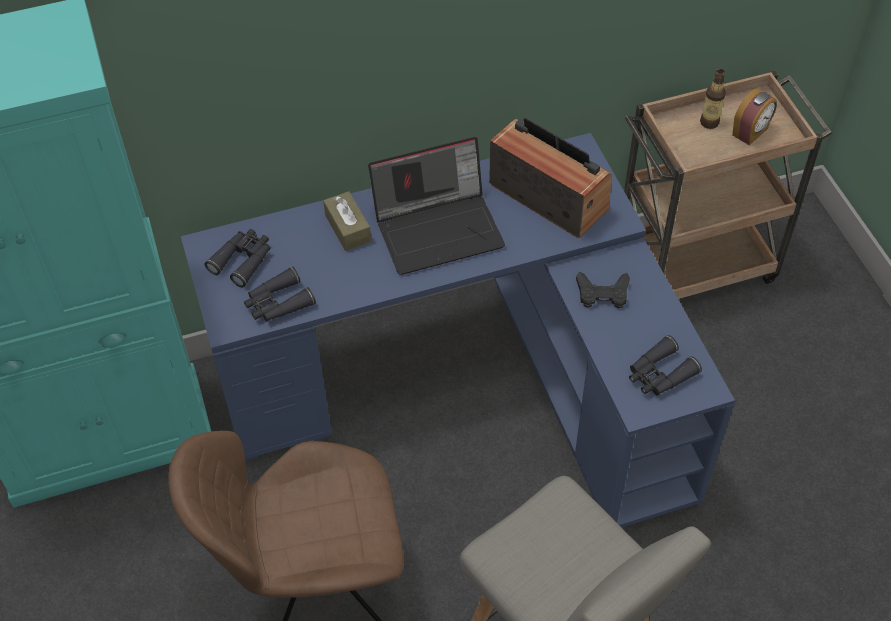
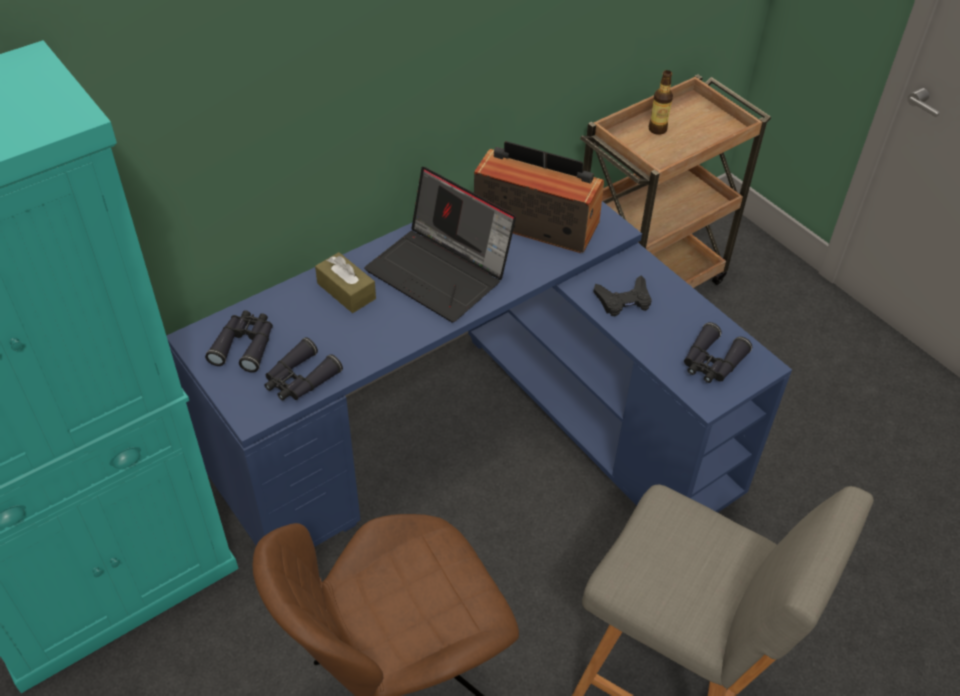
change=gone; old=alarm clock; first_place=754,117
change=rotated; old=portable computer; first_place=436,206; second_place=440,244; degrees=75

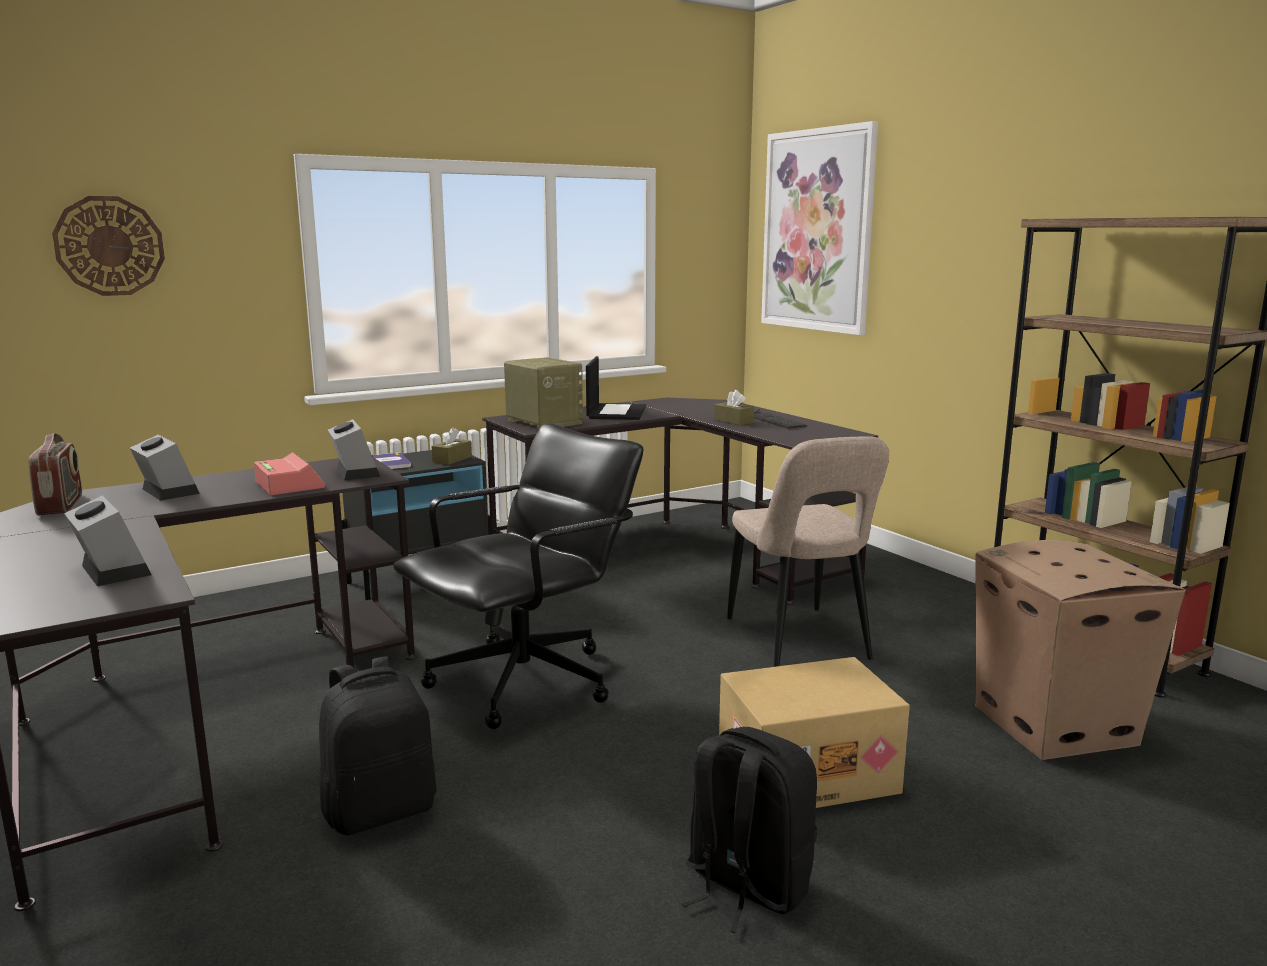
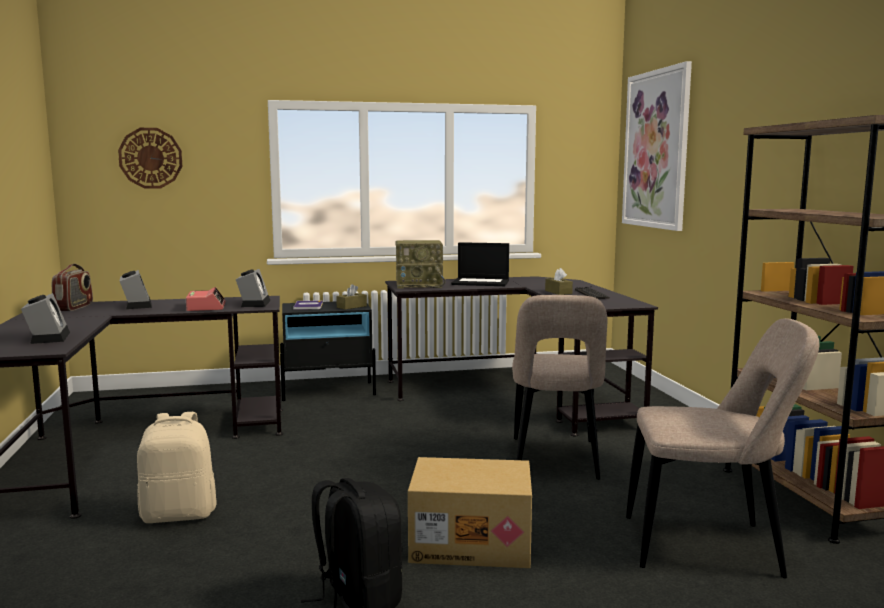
change=gone; old=office chair in blackish; first_place=518,576
change=swapped; old=carton; new=plain chair in beige; first_place=1080,650; second_place=723,448
change=repainted; old=knapsack in blackish; new=knapsack in beige; first_place=378,745; second_place=177,467
change=rotated; old=radio set; first_place=543,393; second_place=420,264; degrees=105
change=rotated; old=portable computer; first_place=616,388; second_place=480,264; degrees=75

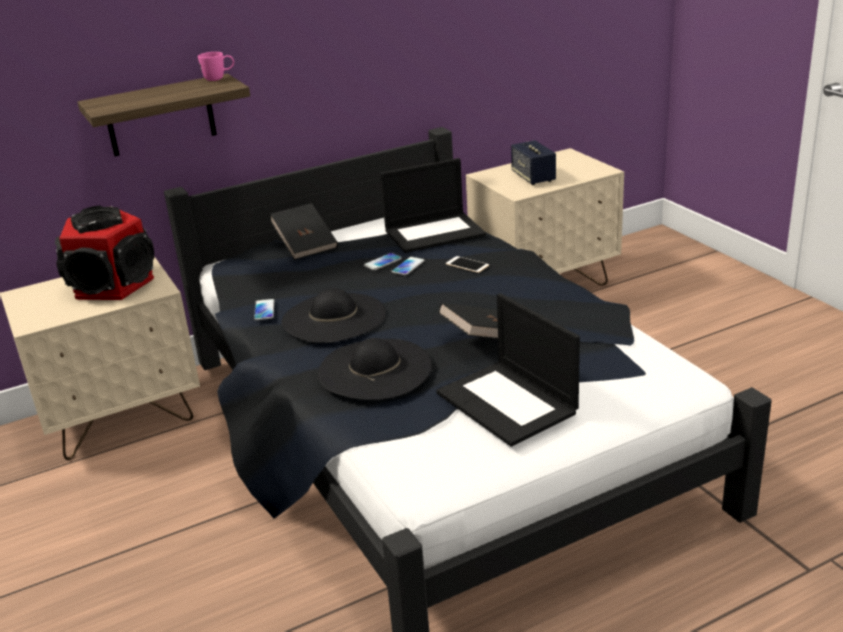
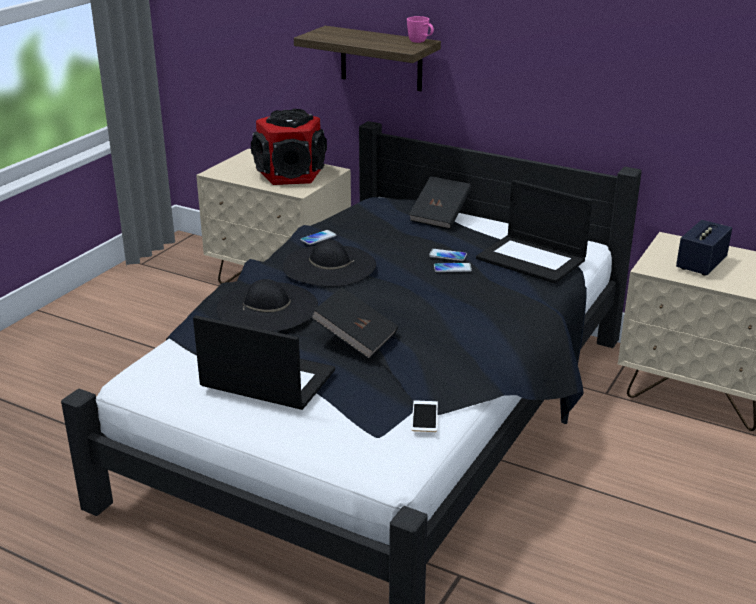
change=shifted; old=phone; first_place=467,264; second_place=425,416
change=rotated; old=portable computer; first_place=508,370; second_place=264,362; degrees=90

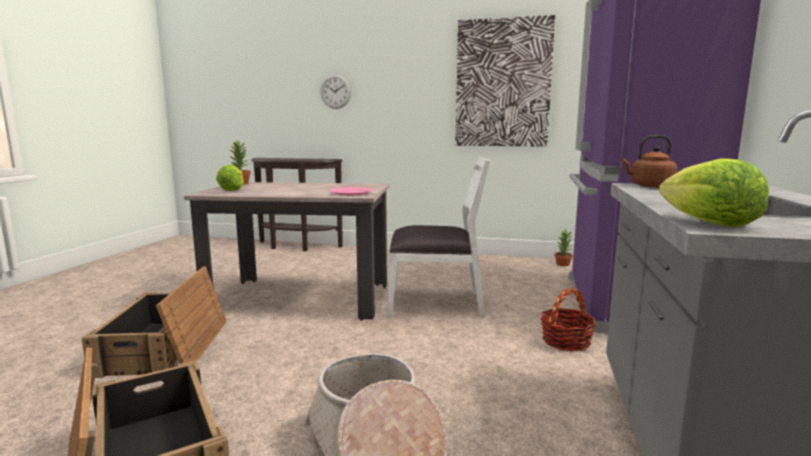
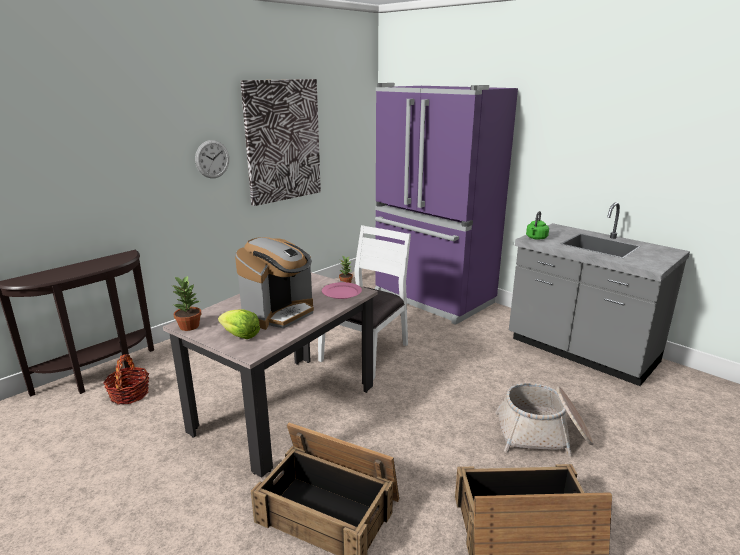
change=gone; old=lettuce head; first_place=714,192
change=new; new=coffee maker; second_place=274,283
change=shifted; old=hanging clock; first_place=335,92; second_place=212,159
change=shifted; old=storage basket; first_place=568,319; second_place=126,379
change=repainted; old=kettle in brownish; new=kettle in greenish; first_place=649,161; second_place=537,225

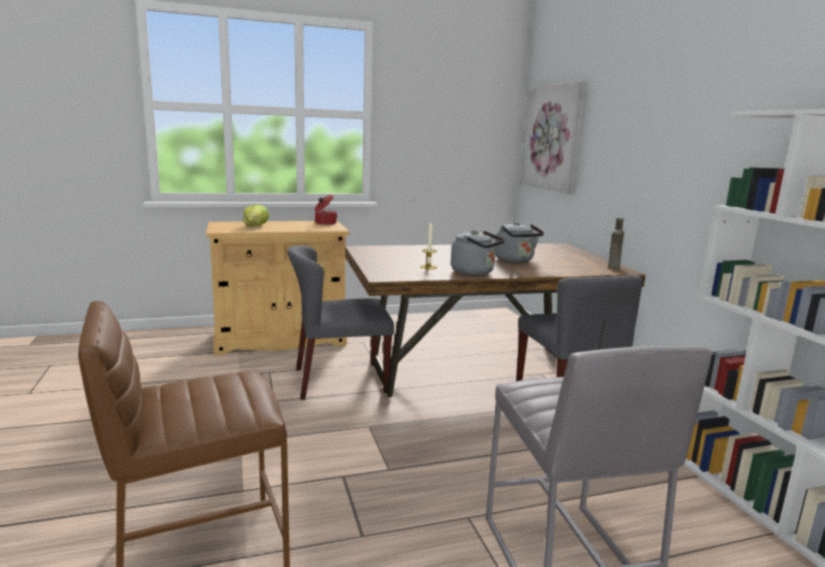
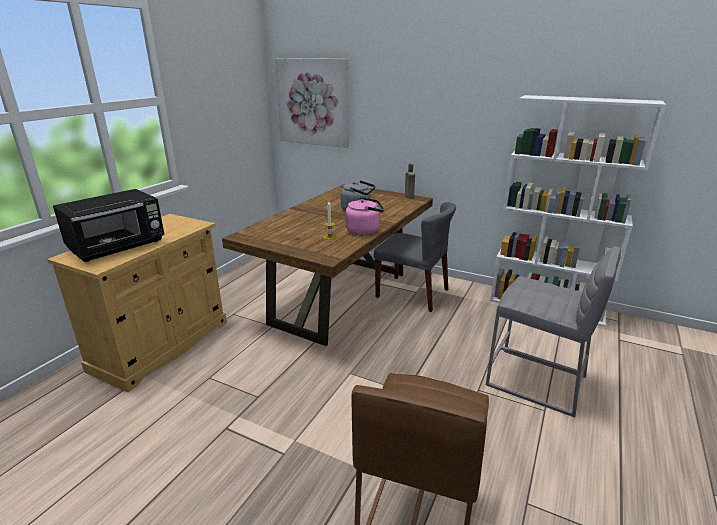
change=gone; old=plain chair in greyish; first_place=341,322
change=gone; old=saucepot; first_place=326,210
change=swapped; old=lettuce head; new=microwave in blackish; first_place=256,215; second_place=109,225
change=repainted; old=kettle in greyish; new=kettle in pink-coloured; first_place=478,253; second_place=364,216

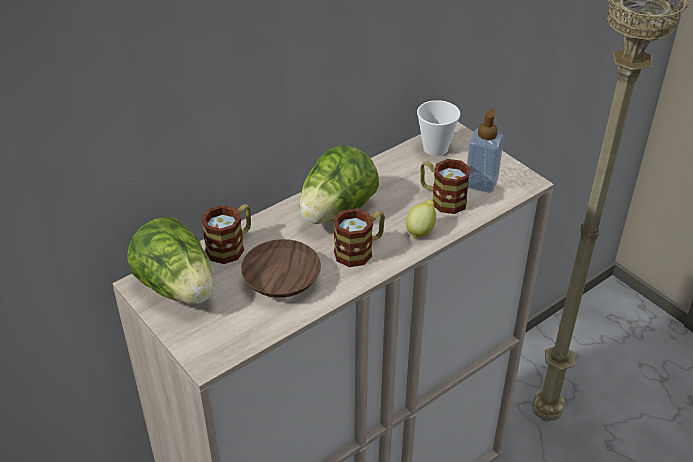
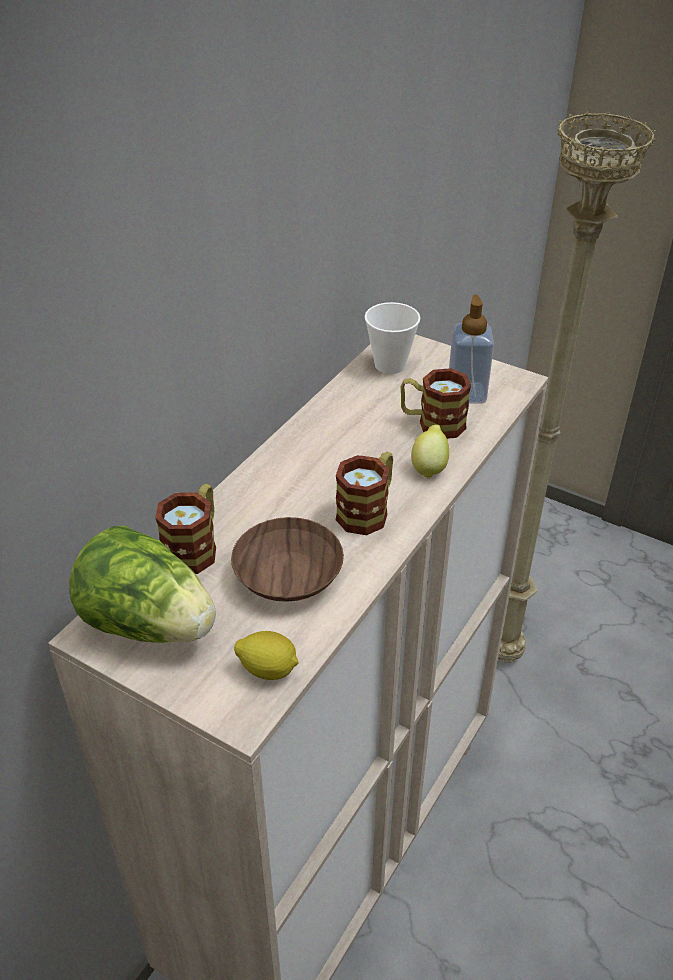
change=gone; old=lettuce head; first_place=339,184
change=new; new=lemon; second_place=266,655

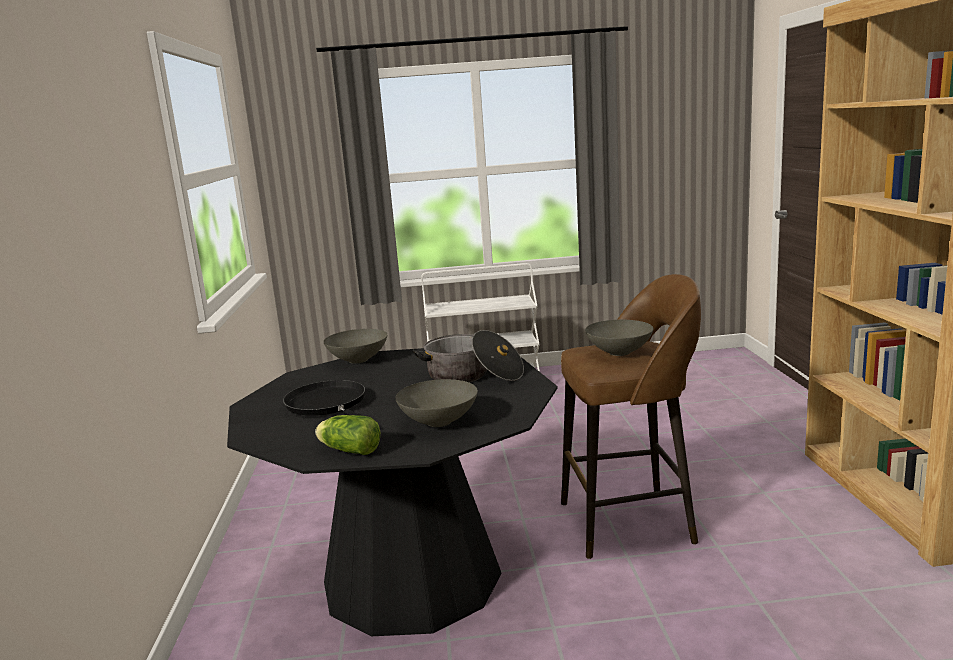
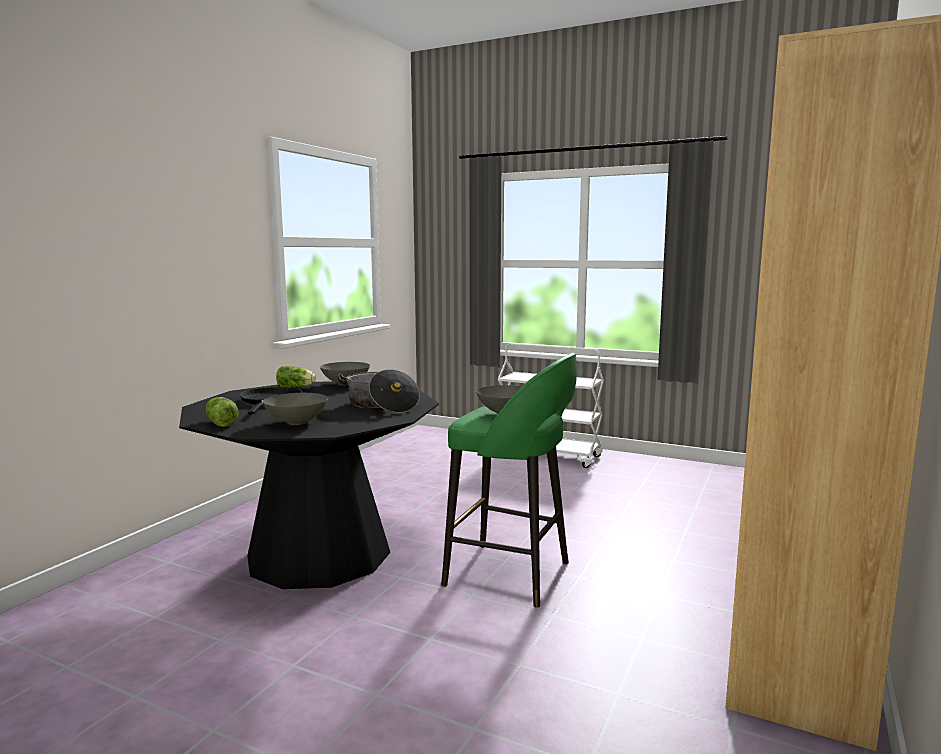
change=new; new=lettuce head; second_place=296,377
change=repainted; old=sitting stool in brownish; new=sitting stool in greenish; first_place=631,416; second_place=509,480

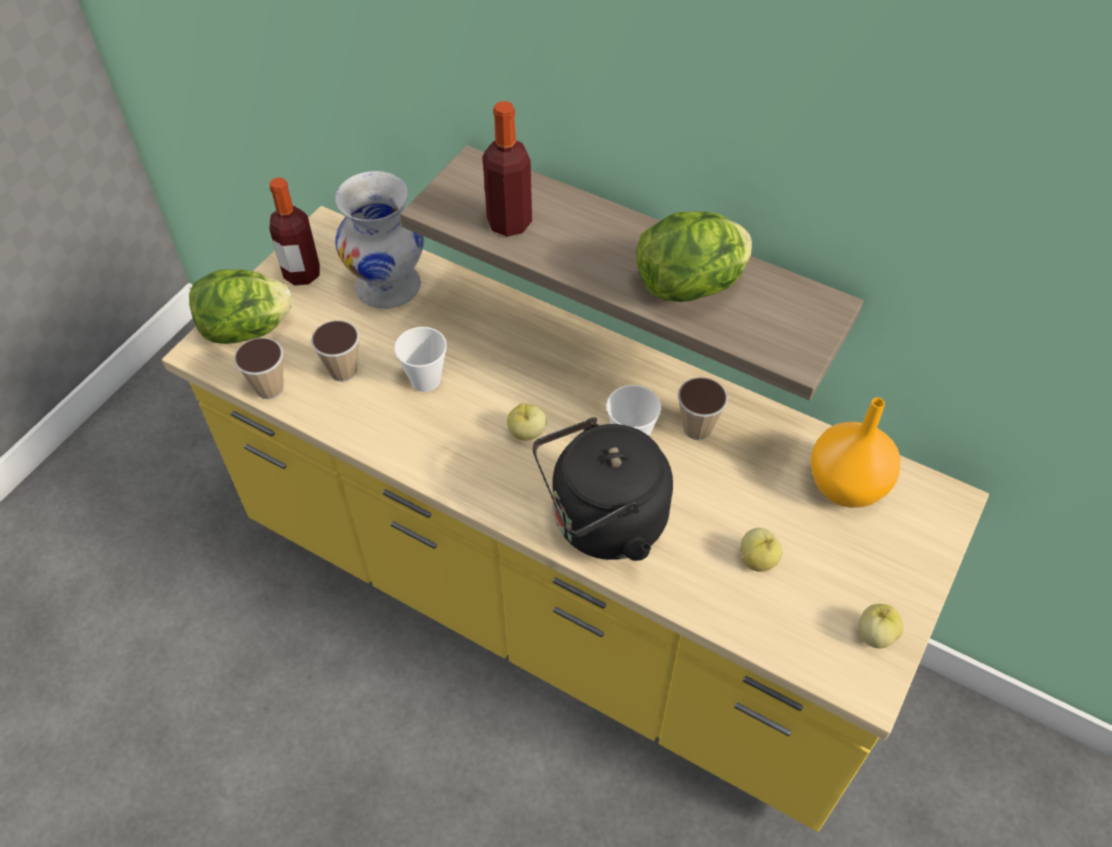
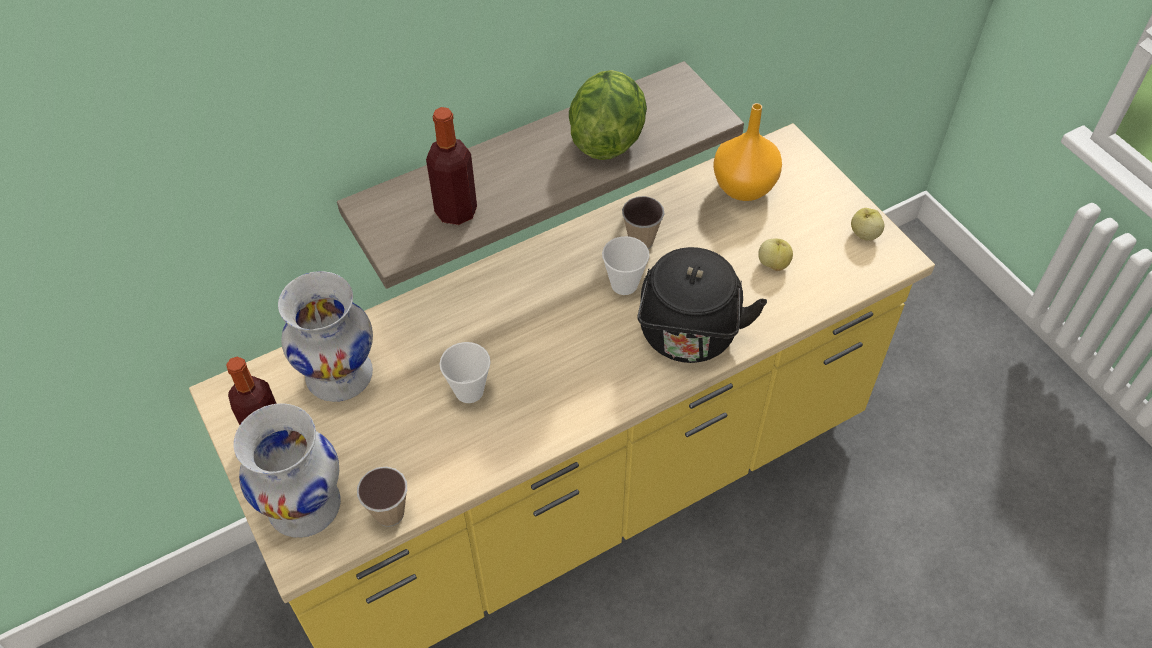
change=gone; old=cup; first_place=335,350
change=gone; old=apple fruit; first_place=527,421
change=swapped; old=lettuce head; new=flower vase in white-coloured; first_place=240,306; second_place=287,470

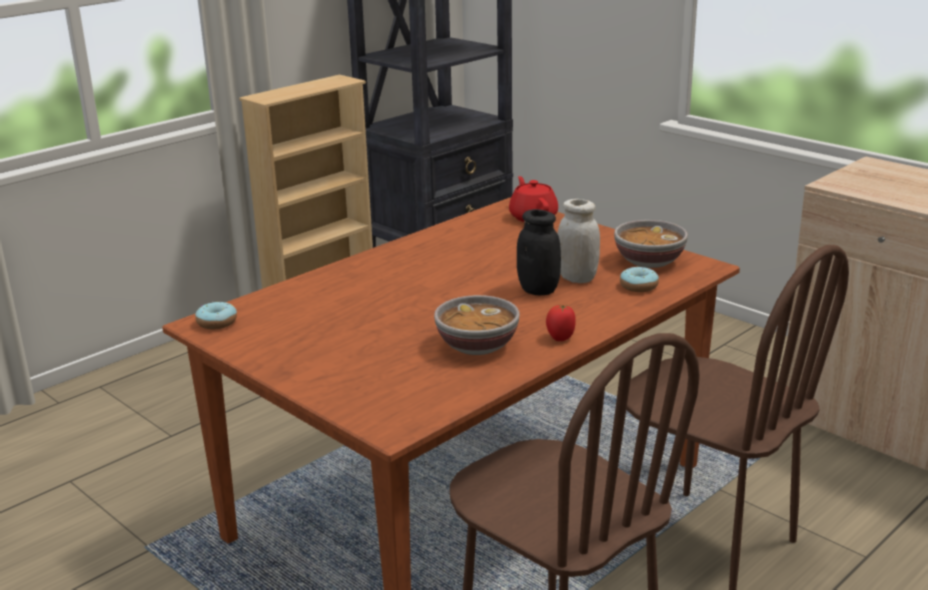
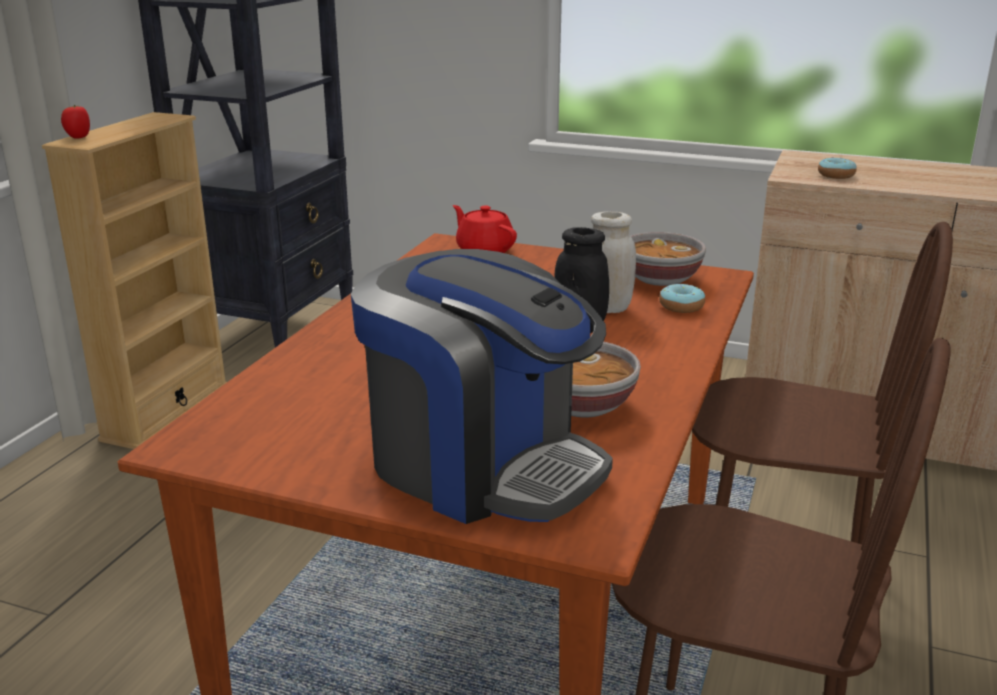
change=new; new=coffee maker; second_place=482,386
change=shifted; old=donut; first_place=216,315; second_place=837,168
change=shifted; old=fresh tomato; first_place=561,323; second_place=75,122

